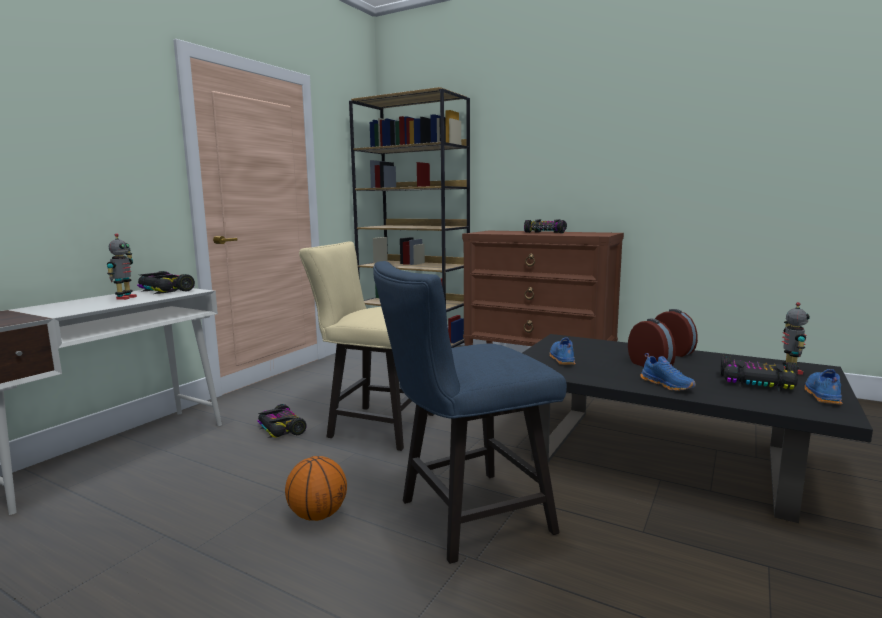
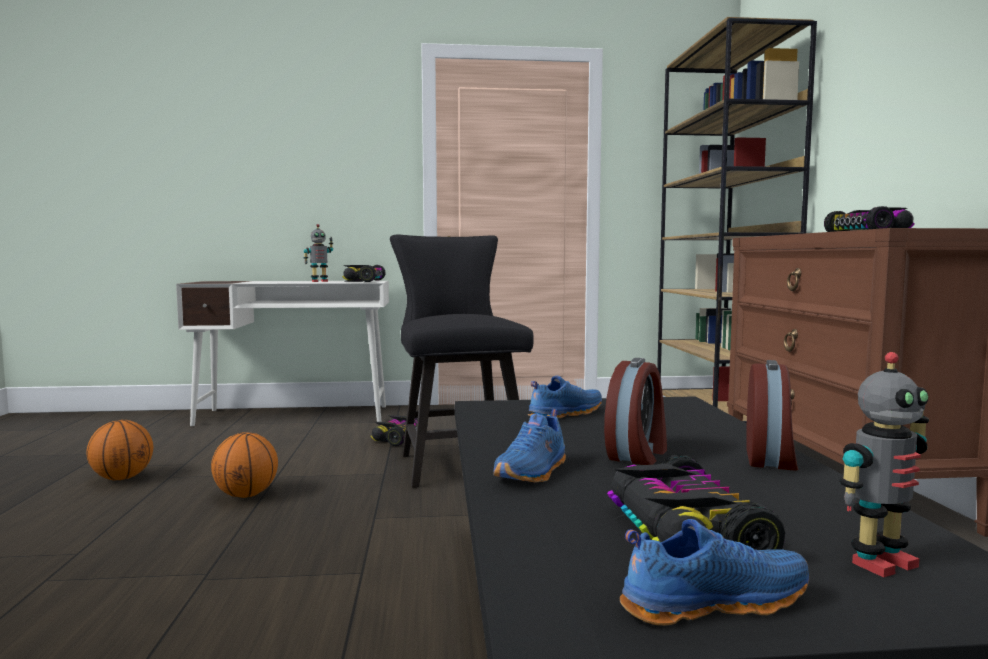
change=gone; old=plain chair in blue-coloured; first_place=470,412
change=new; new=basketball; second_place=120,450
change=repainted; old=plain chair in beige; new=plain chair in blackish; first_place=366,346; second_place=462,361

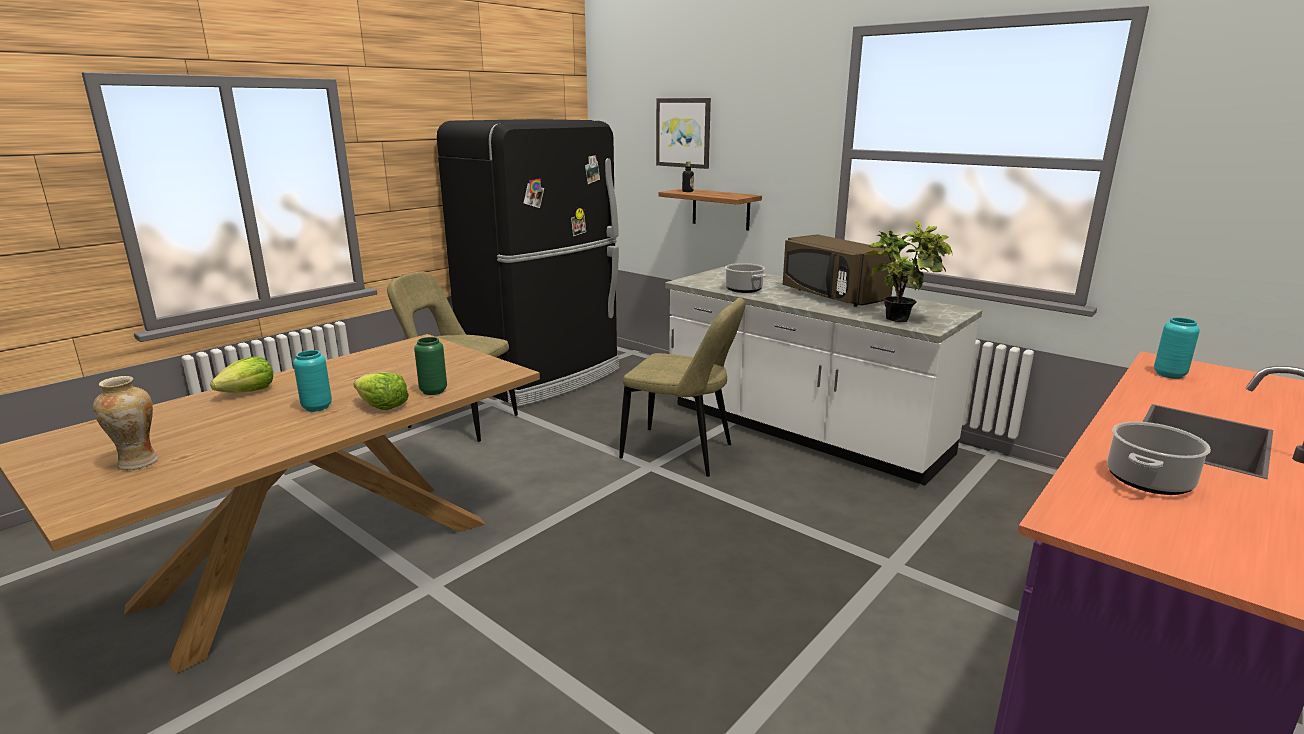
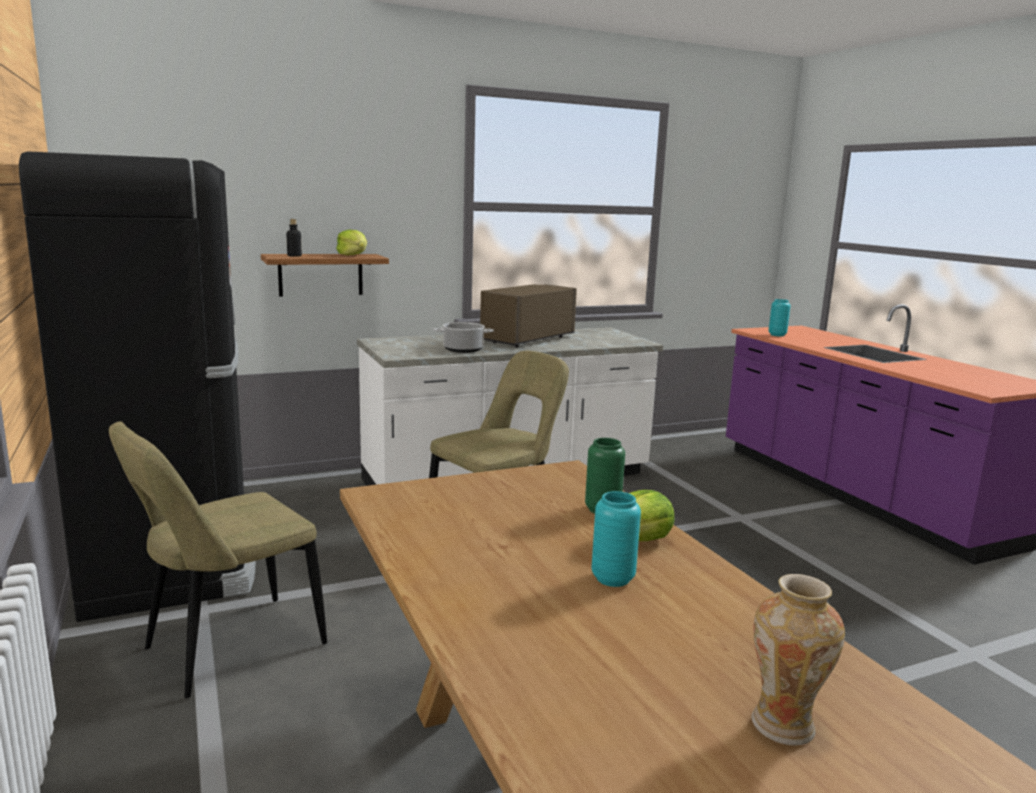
change=gone; old=picture; first_place=683,133
change=gone; old=houseplant; first_place=909,271
change=gone; old=saucepot; first_place=1159,458
change=shifted; old=lettuce head; first_place=241,374; second_place=351,242
change=rotated; old=microwave in brownish; first_place=839,270; second_place=528,315; degrees=135

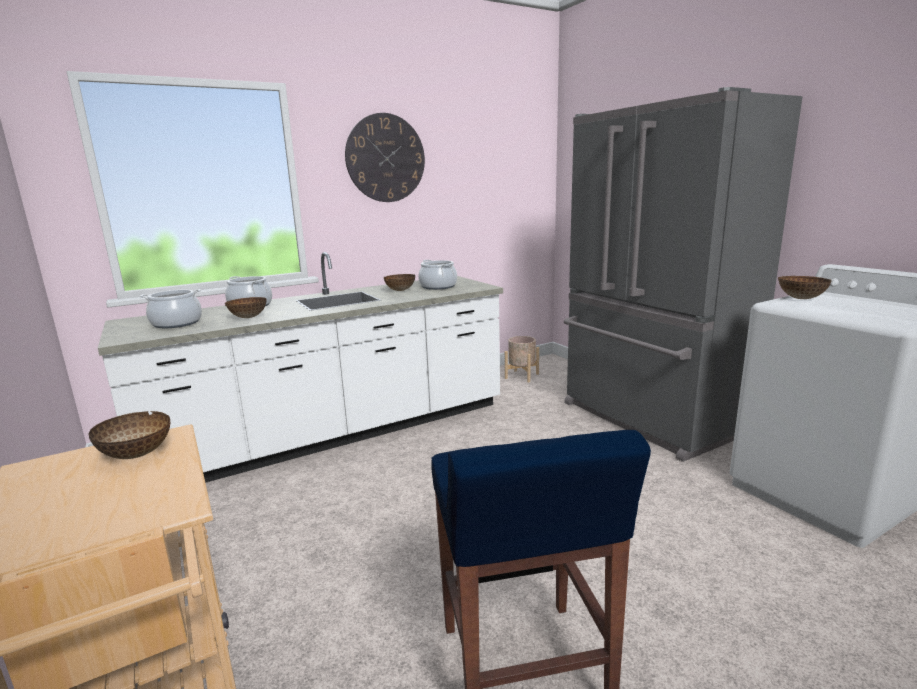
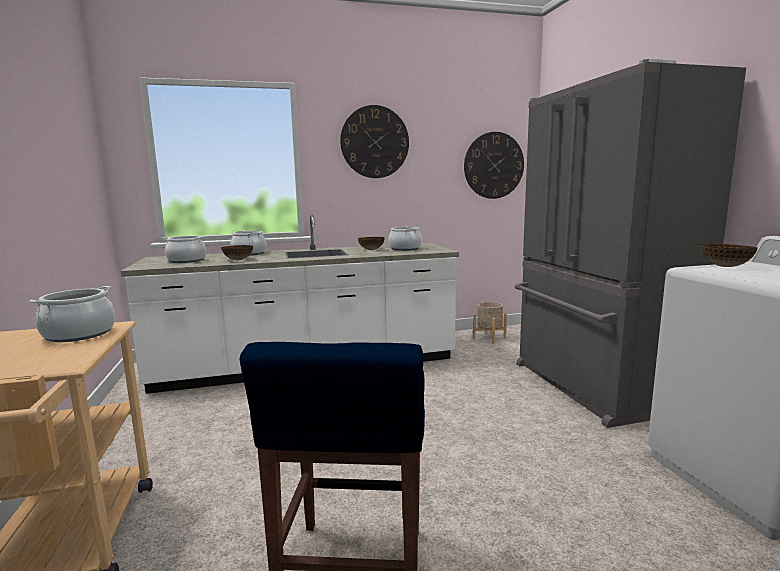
change=new; new=hanging clock; second_place=494,165
change=swapped; old=bowl; new=saucepot; first_place=129,435; second_place=72,314

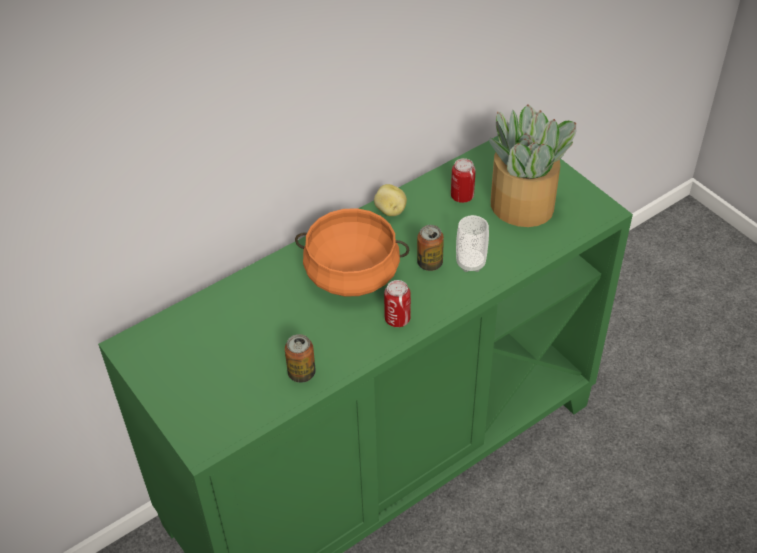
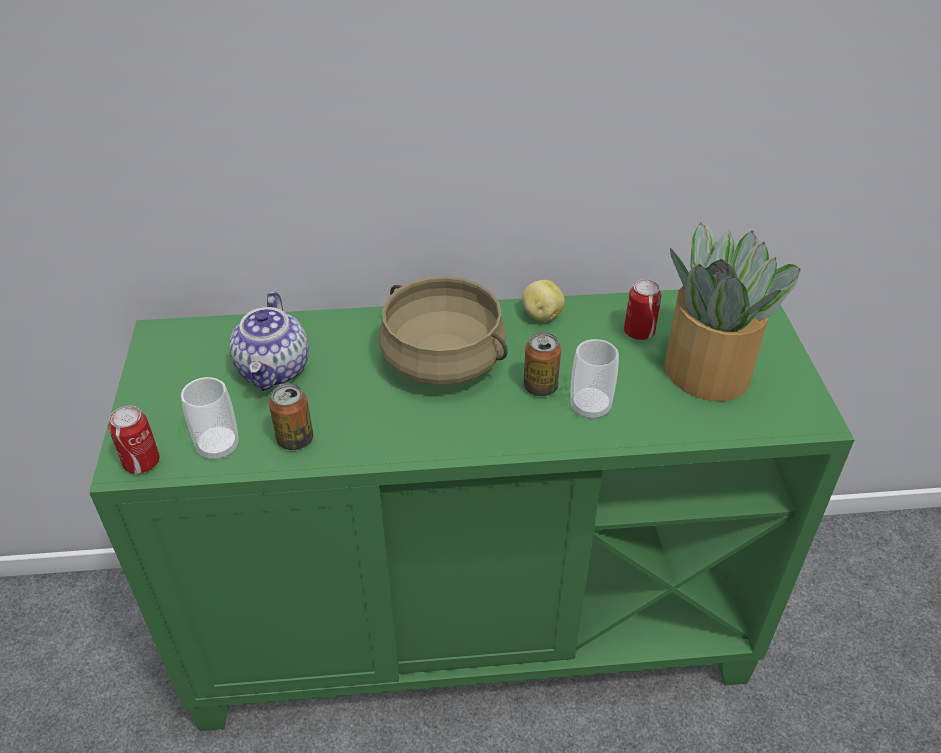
change=new; new=cup; second_place=210,418
change=new; new=pot for tea; second_place=269,341
change=shifted; old=metal can; first_place=397,303; second_place=134,440
change=repainted; old=saucepot in orange-coloured; new=saucepot in beige; first_place=352,252; second_place=443,331

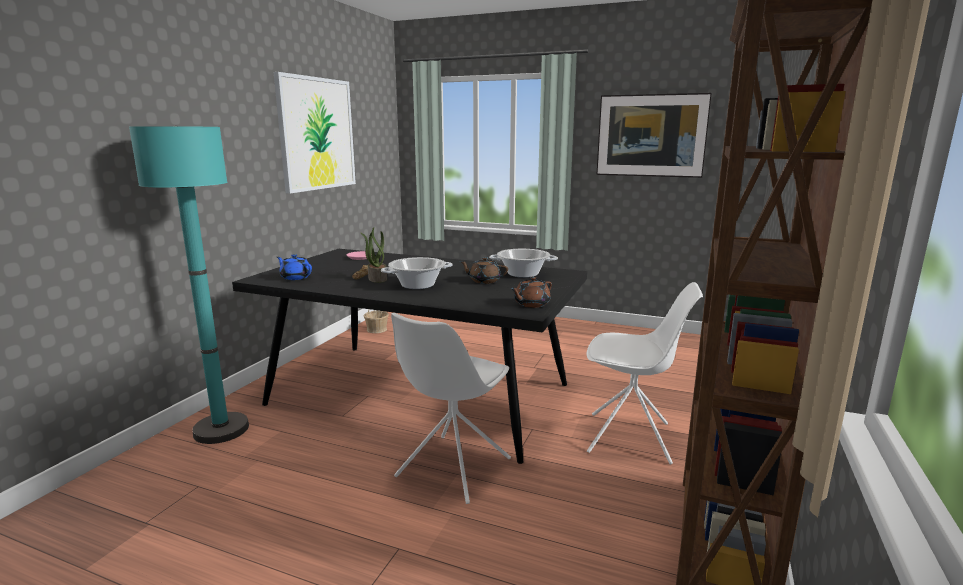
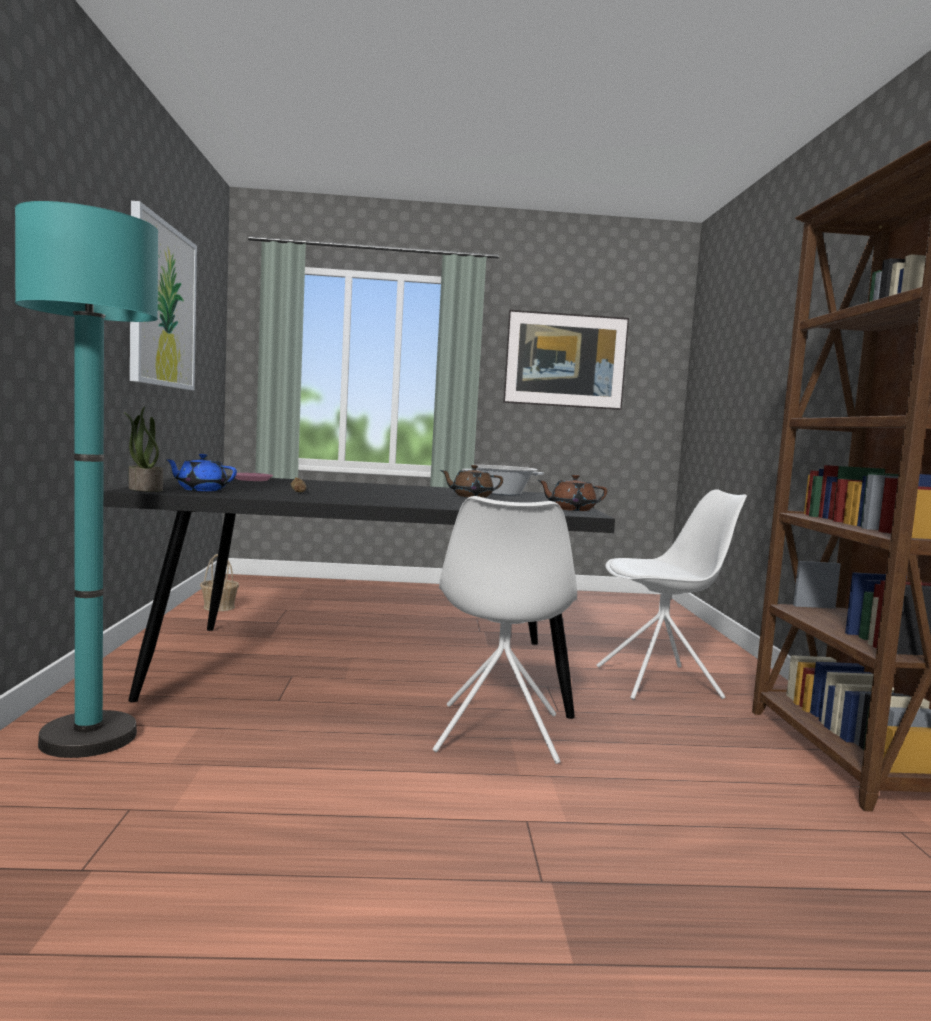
change=gone; old=saucepot; first_place=416,273
change=shifted; old=houseplant; first_place=374,255; second_place=143,449
change=rotated; old=pot for tea in brownish; first_place=531,292; second_place=572,493; degrees=60

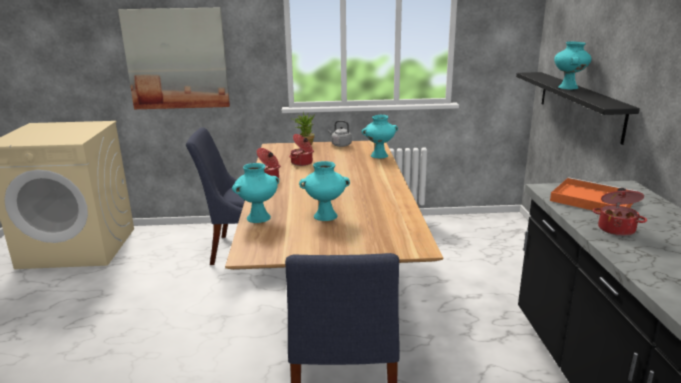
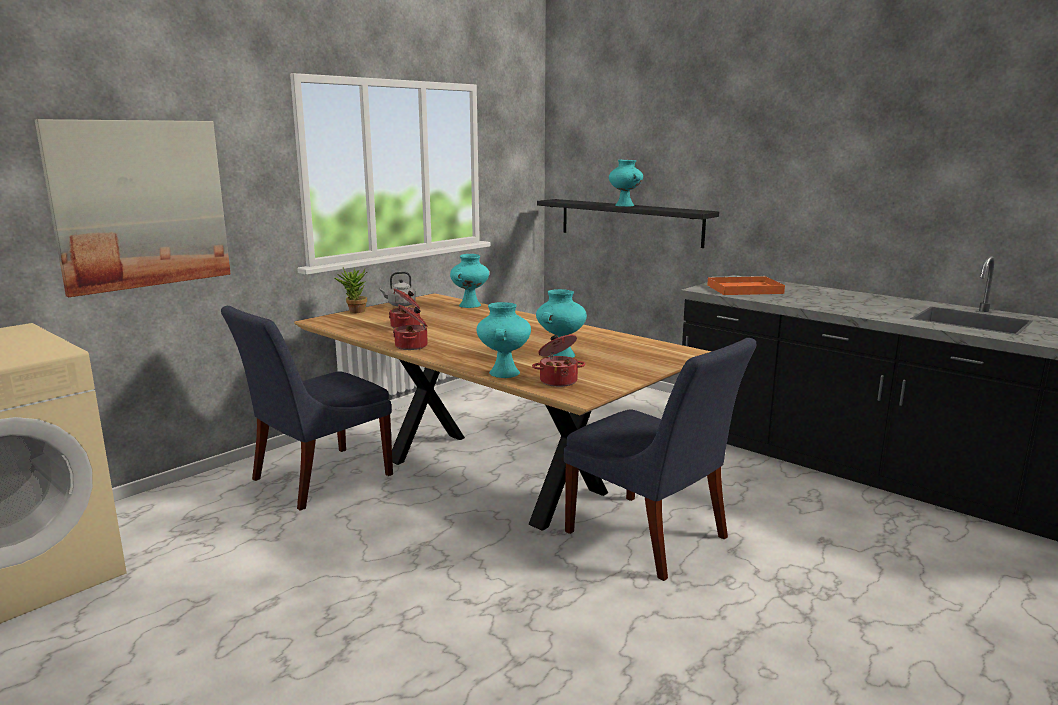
change=shifted; old=saucepot; first_place=620,212; second_place=558,361

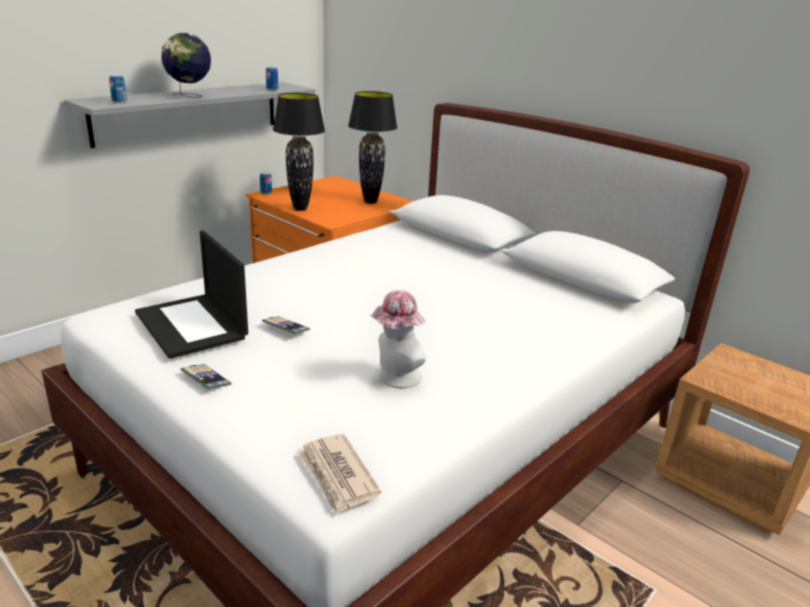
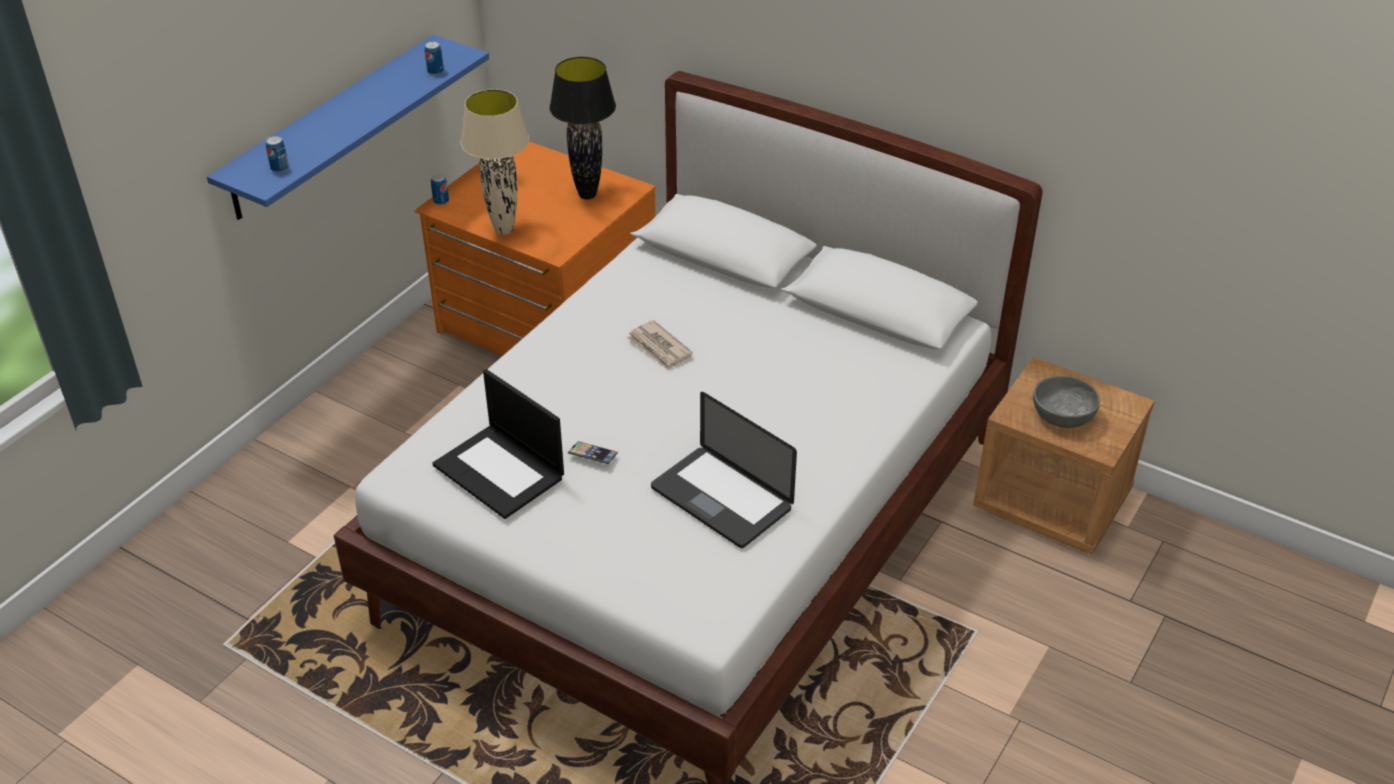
change=gone; old=desk globe; first_place=186,65
change=gone; old=phone; first_place=206,376
change=new; new=bowl in greyish; second_place=1066,401
change=shifted; old=printed paper; first_place=339,474; second_place=660,345
change=swapped; old=hat; new=portable computer; first_place=398,339; second_place=724,470
change=repainted; old=wall shelf in greyish; new=wall shelf in blue-coloured; first_place=190,115; second_place=348,127
change=repainted; old=tabletop lamp in blackish; new=tabletop lamp in beige; first_place=299,152; second_place=494,162

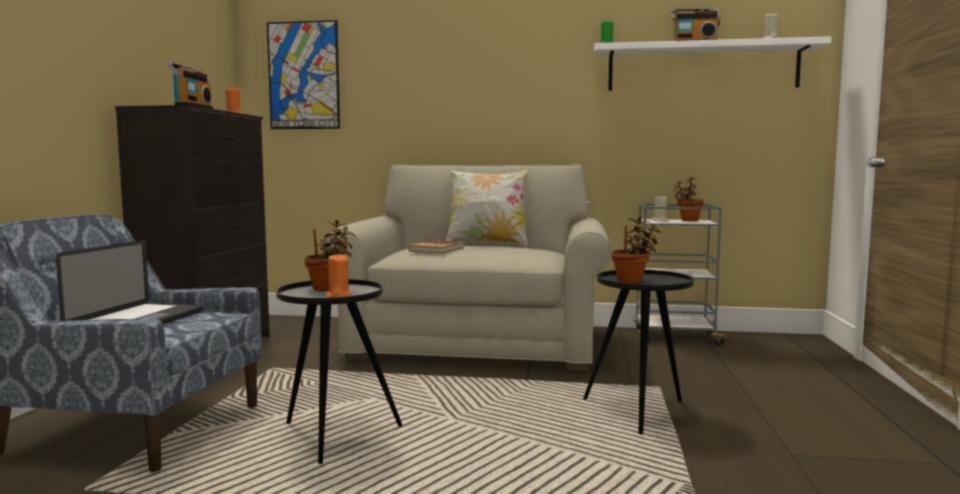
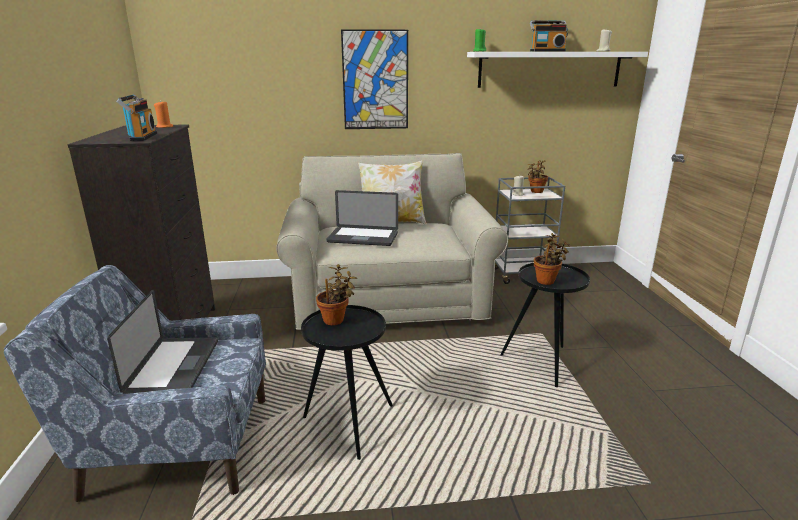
change=gone; old=wax light in orange-coloured; first_place=338,275
change=shifted; old=picture; first_place=303,74; second_place=374,79
change=swapped; old=bound book; new=portable computer; first_place=436,247; second_place=362,218

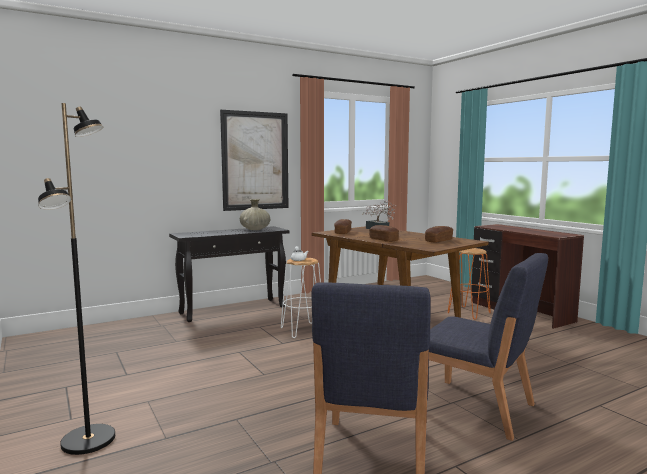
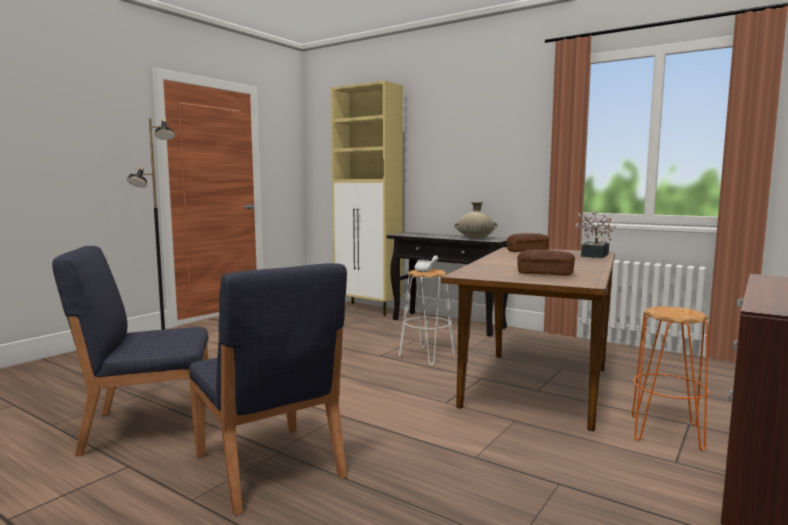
change=gone; old=picture; first_place=254,160
change=gone; old=bakery bread; first_place=384,233
change=new; new=cabinet in beige; second_place=367,198
change=rotated; old=plain chair in blue-coloured; first_place=488,347; second_place=268,389; degrees=-45

